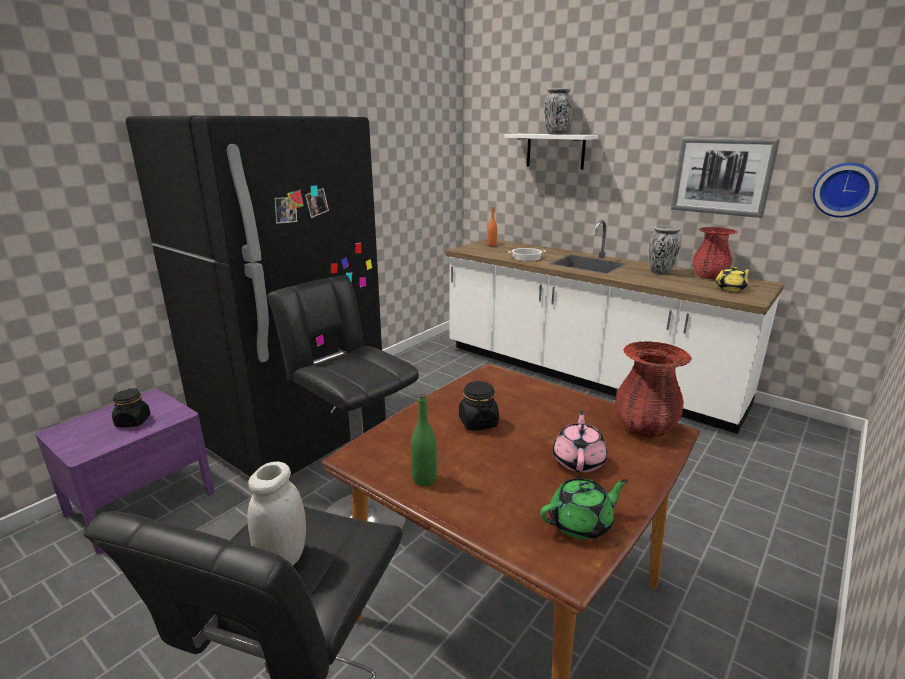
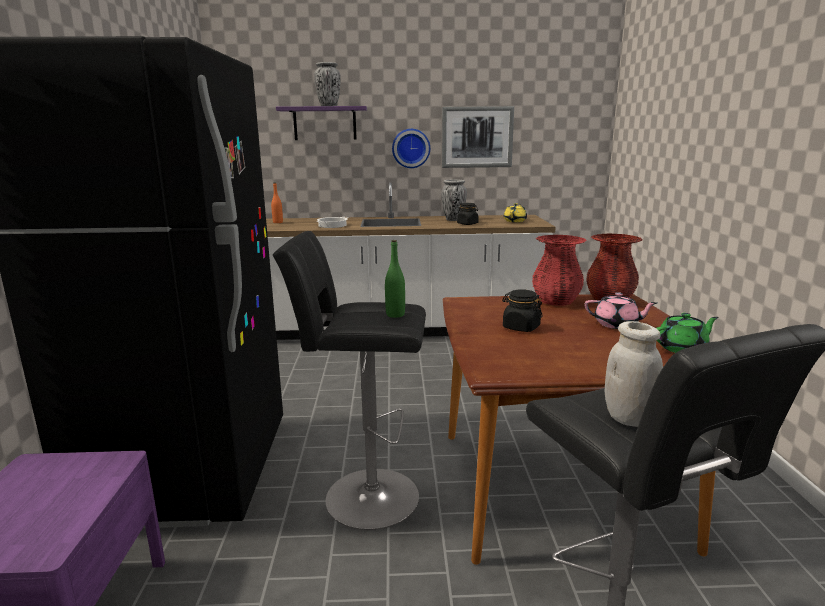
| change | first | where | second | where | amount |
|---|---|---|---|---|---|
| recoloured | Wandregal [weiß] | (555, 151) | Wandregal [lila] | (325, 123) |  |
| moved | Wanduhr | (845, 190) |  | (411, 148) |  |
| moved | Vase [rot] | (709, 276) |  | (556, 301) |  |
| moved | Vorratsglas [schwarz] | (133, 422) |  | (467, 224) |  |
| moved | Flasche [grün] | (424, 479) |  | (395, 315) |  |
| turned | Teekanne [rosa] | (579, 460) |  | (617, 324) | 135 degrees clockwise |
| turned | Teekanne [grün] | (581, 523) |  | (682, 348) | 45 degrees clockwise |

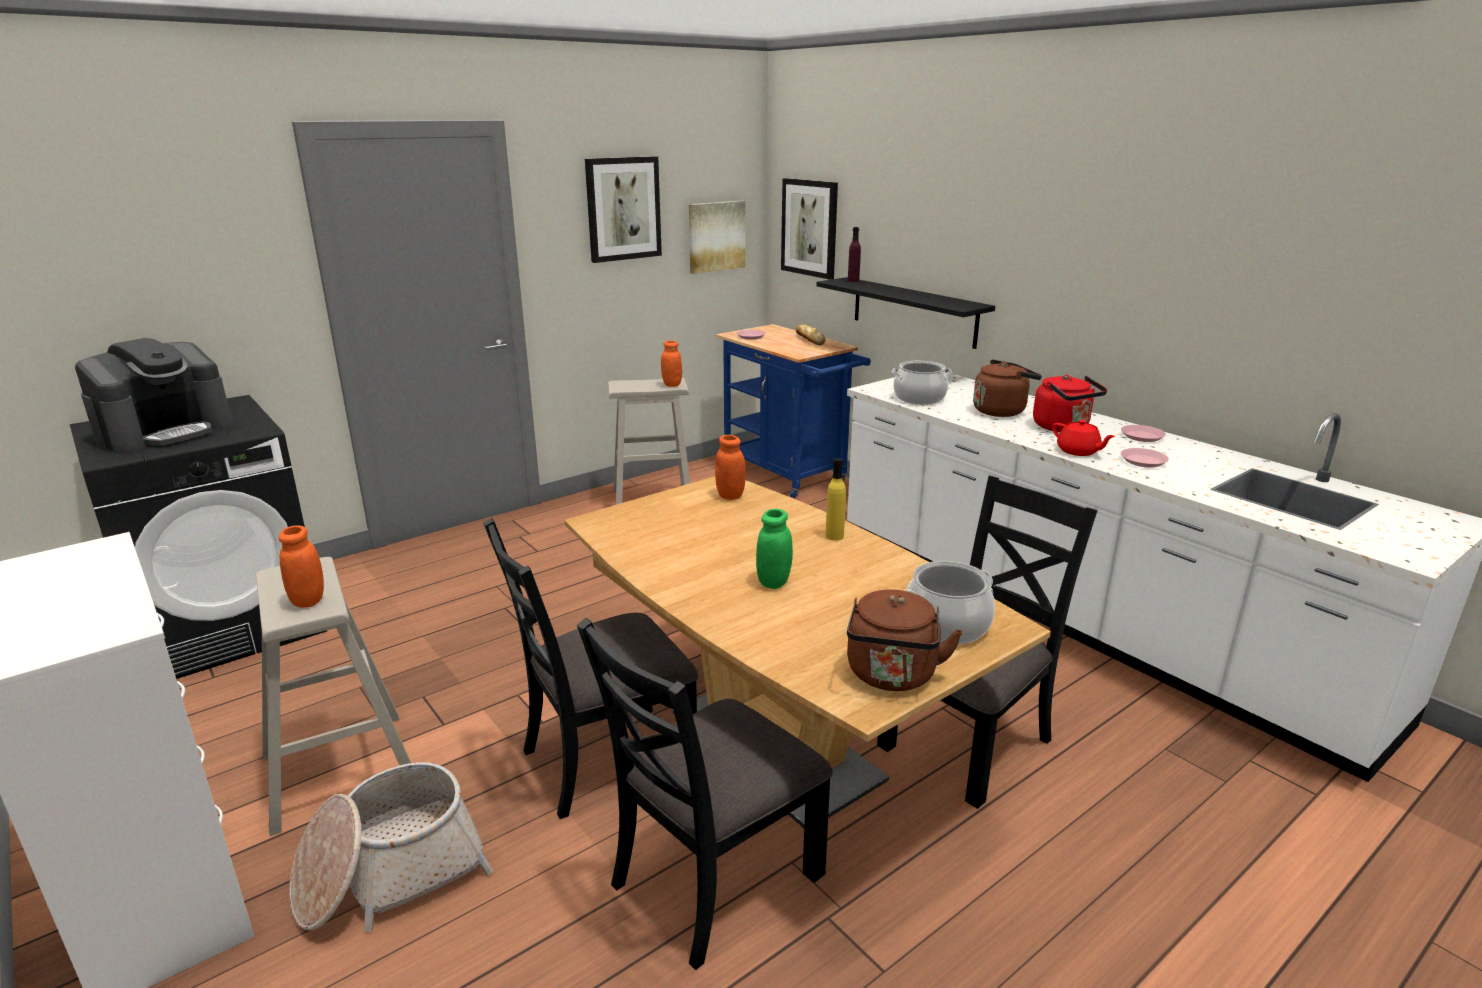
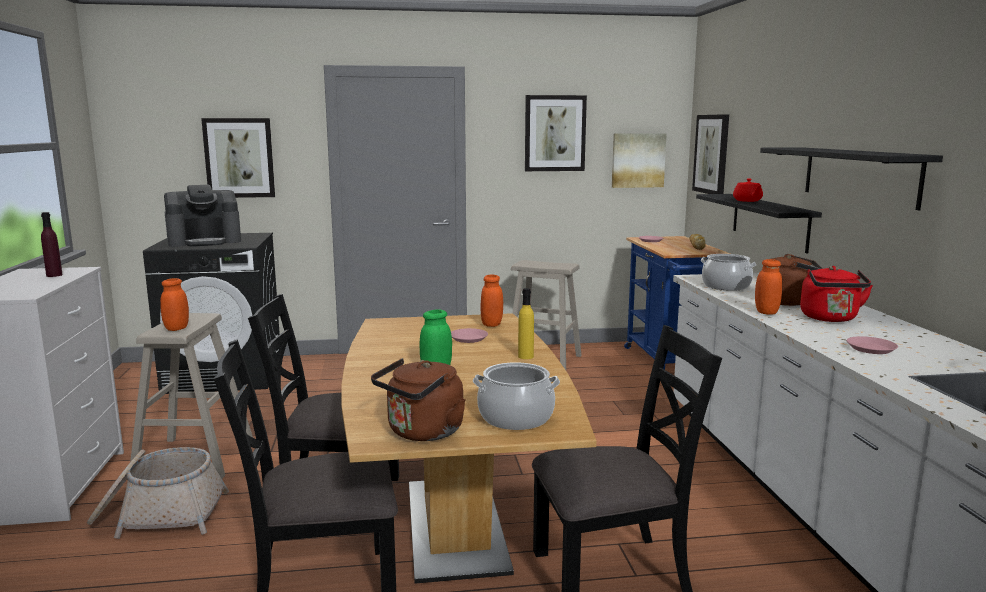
| change | first | where | second | where | amount |
|---|---|---|---|---|---|
| moved | Flasche [lila] | (853, 281) |  | (54, 275) |  |
| moved | Vorratsglas [orange] | (672, 385) |  | (766, 312) |  |
| moved | Teekanne [rot] | (1078, 451) |  | (747, 201) |  |
| moved | Teller [rosa] | (1142, 436) |  | (468, 338) |  |
| added |  |  | Bild | (239, 158) |  |
| added |  |  | Wandregal [schwarz] | (859, 175) |  |

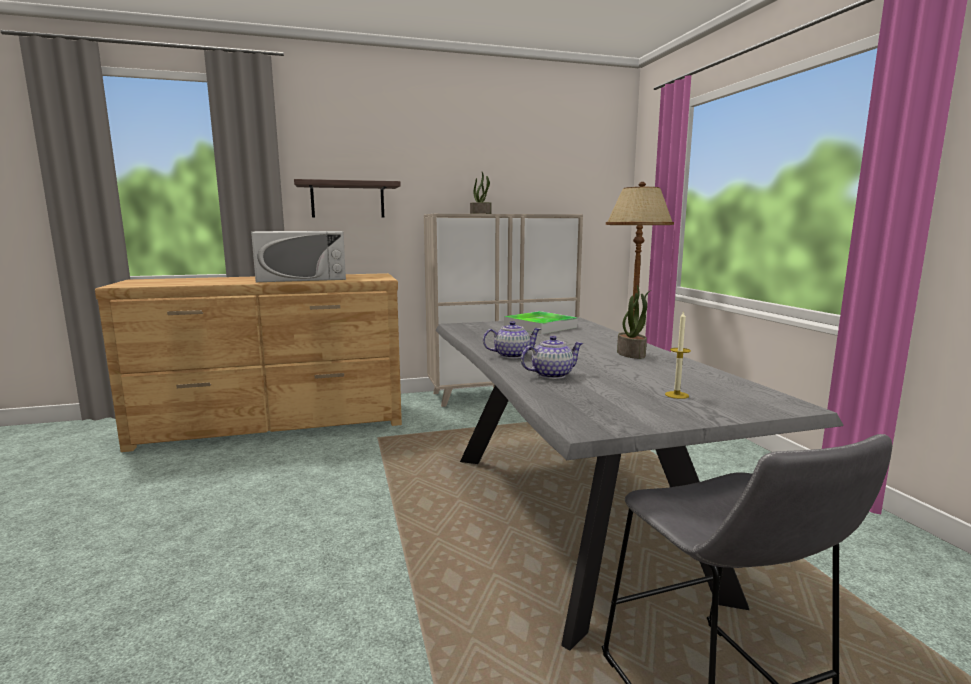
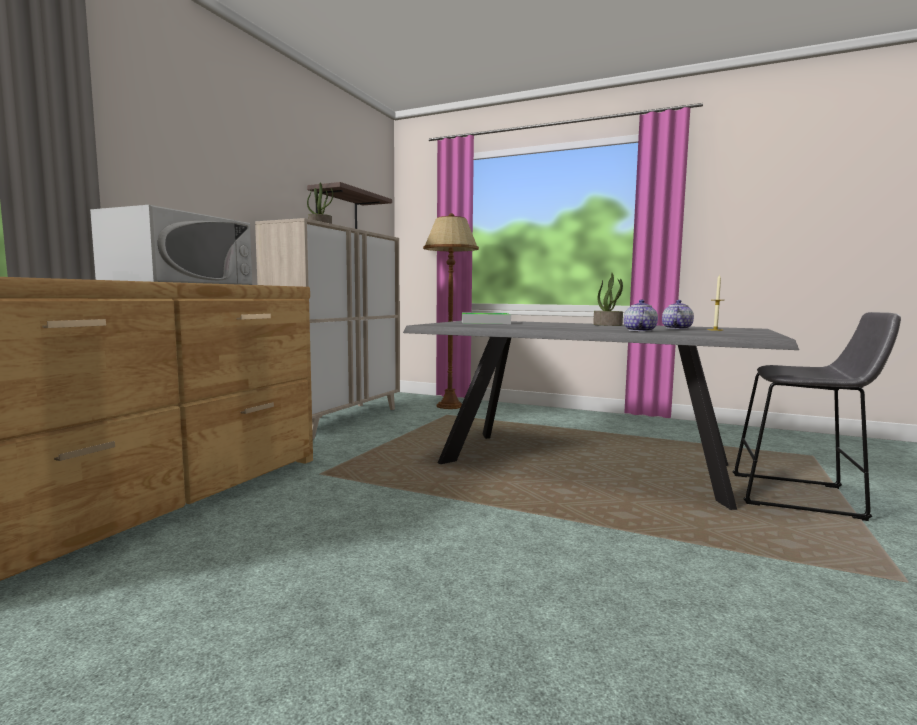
| change | first | where | second | where | amount |
|---|---|---|---|---|---|
| moved | Wandregal | (347, 200) |  | (337, 209) |  |
| moved | Teekanne | (511, 355) |  | (676, 328) |  |

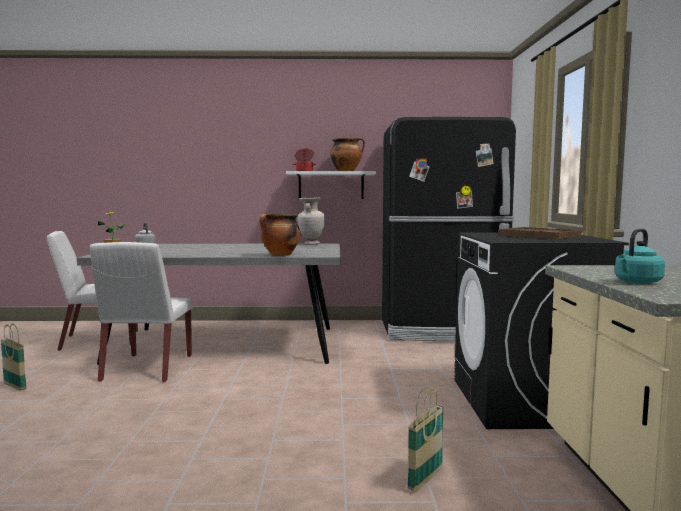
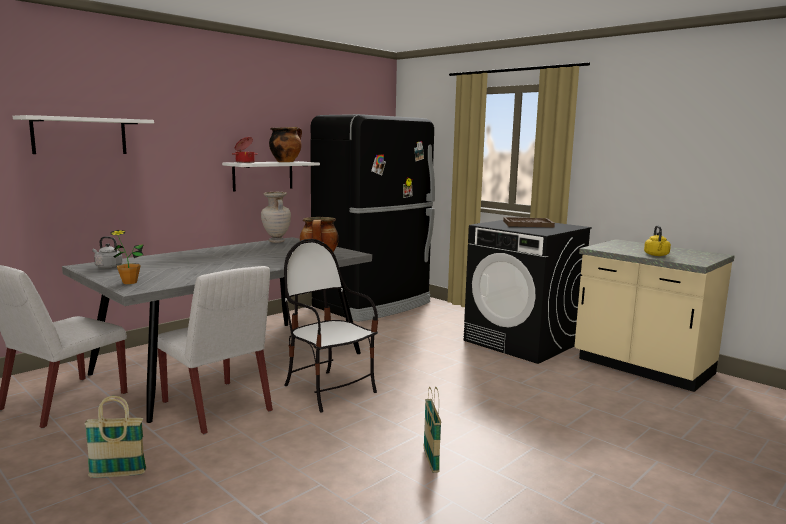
| change | first | where | second | where | amount |
|---|---|---|---|---|---|
| recoloured | Wasserkessel [türkis] | (636, 282) | Wasserkessel [gelb] | (656, 255) |  |
| moved | Korb | (425, 479) |  | (431, 461) |  |
| added |  |  | Wandregal [weiß] | (80, 136) |  |
| added |  |  | Stuhl | (329, 390) |  |

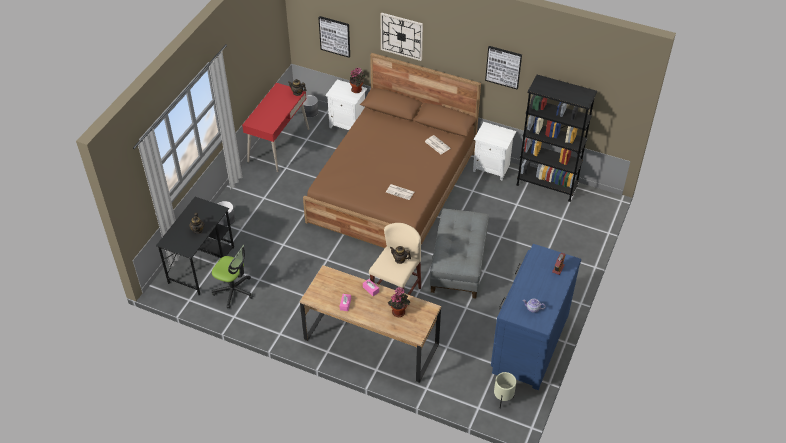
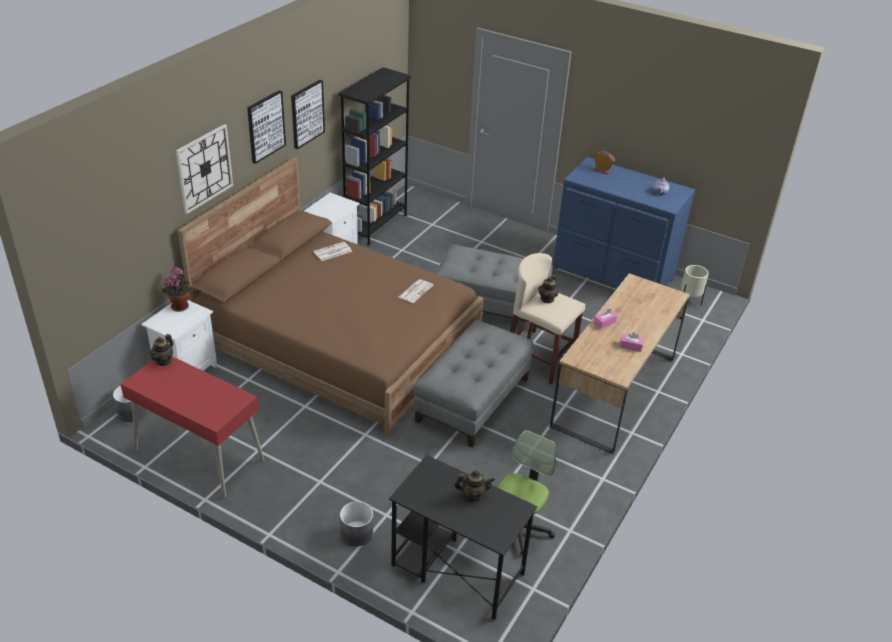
| change | first | where | second | where | amount |
|---|---|---|---|---|---|
| moved | Bild | (335, 36) |  | (265, 126) |  |
| removed | Topfpflanze | (398, 311) |  |  |  |
| added |  |  | Polsterhocker [grau] | (472, 399) |  |

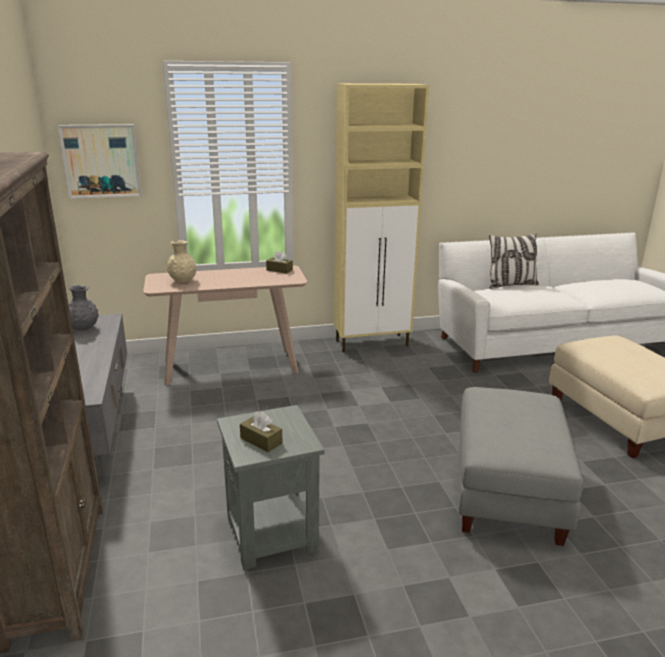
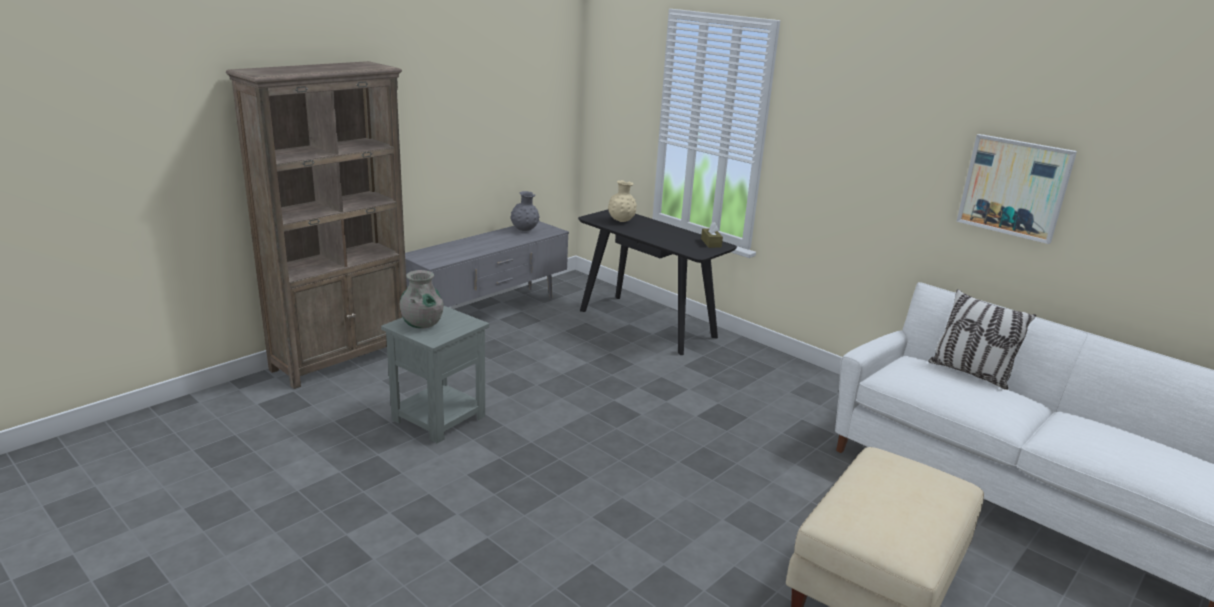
| change | first | where | second | where | amount |
|---|---|---|---|---|---|
| removed | Schrank [beige] | (373, 343) |  |  |  |
| moved | Bild | (101, 161) |  | (1014, 187) |  |
| recoloured | Konsolentisch [beige] | (231, 366) | Konsolentisch [schwarz] | (647, 323) |  |
| removed | Polsterhocker [grau] | (506, 491) |  |  |  |
| replaced | Taschentuchbox [braun] | (261, 441) | Vase [grau] | (422, 324) |  |

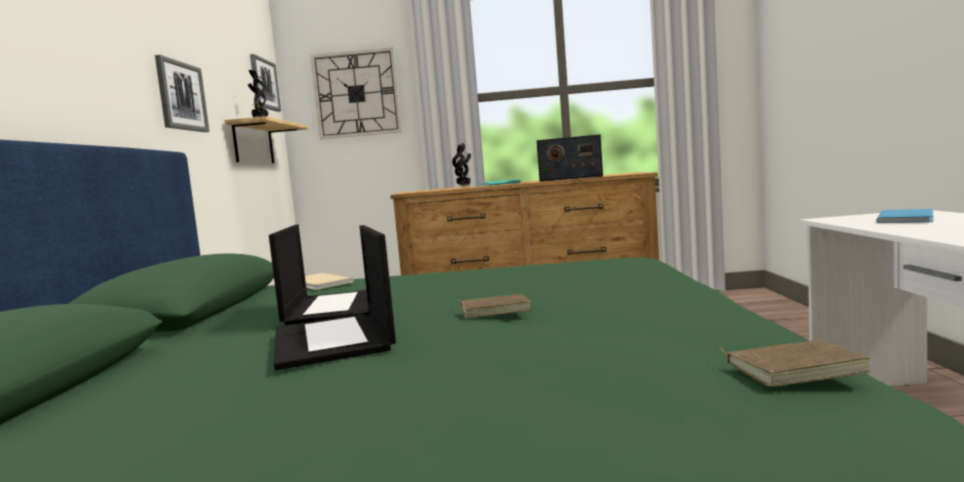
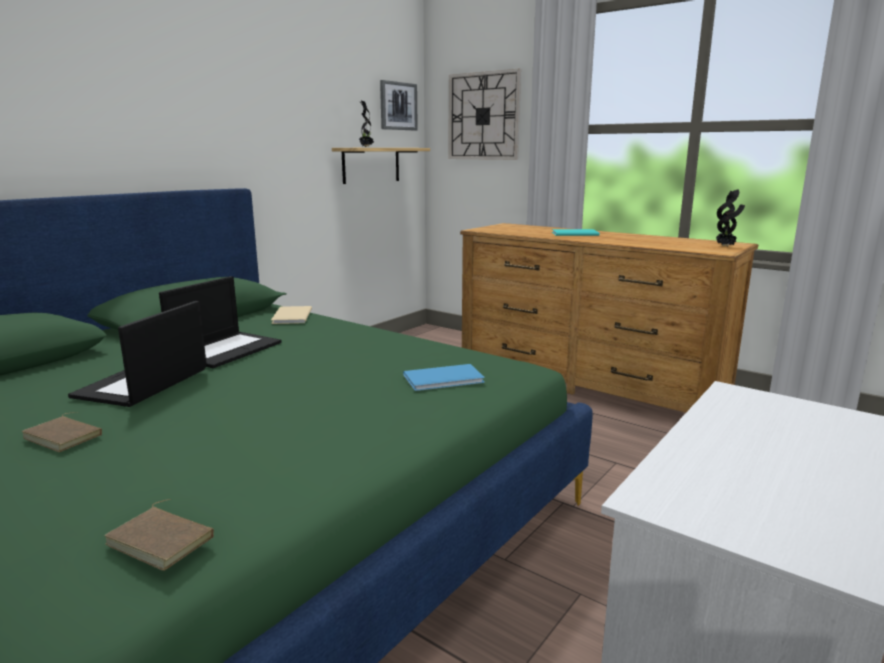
| change | first | where | second | where | amount |
|---|---|---|---|---|---|
| removed | Bild | (181, 96) |  |  |  |
| removed | Radio | (570, 178) |  |  |  |
| moved | Topfpflanze | (464, 186) |  | (725, 246) |  |
| moved | Buch [blau] | (908, 218) |  | (446, 379) |  |
| moved | Buch [braun] | (495, 309) |  | (65, 436) |  |

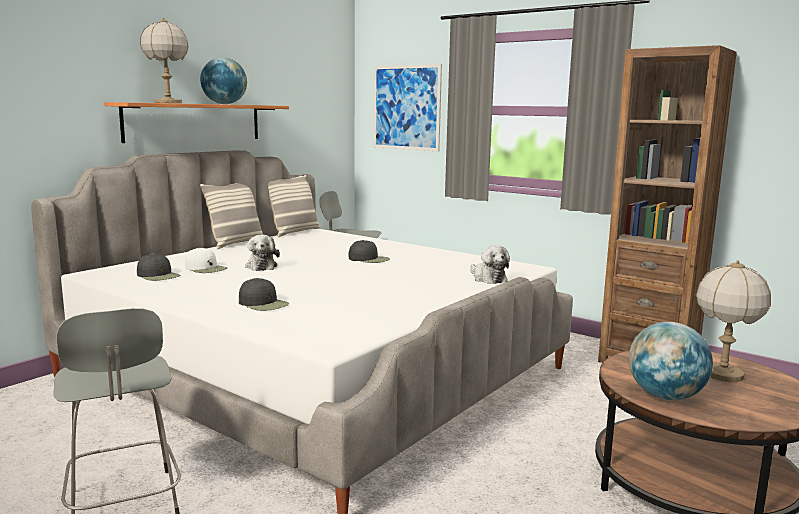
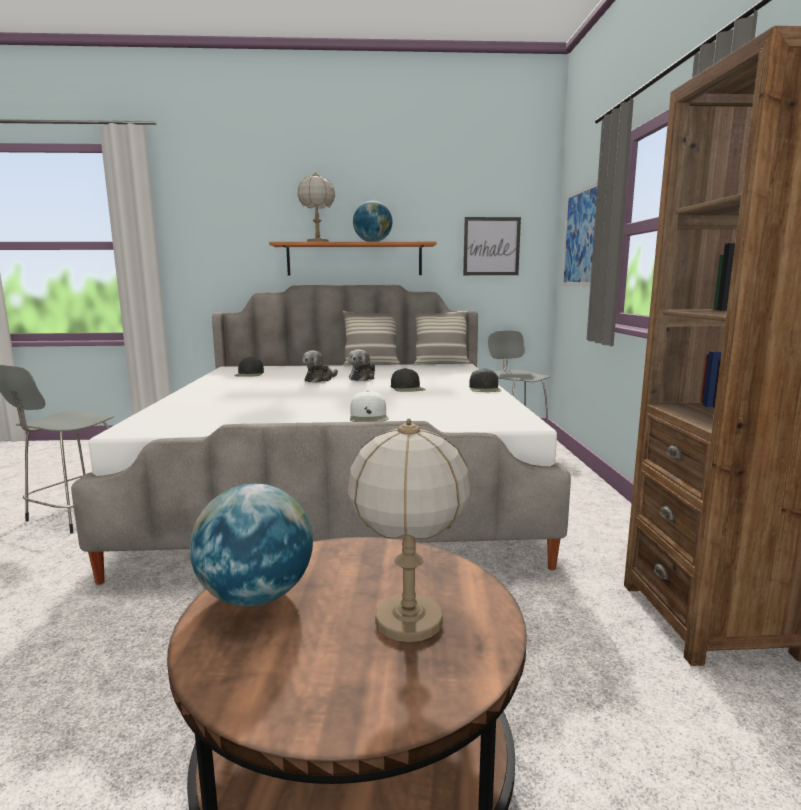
| change | first | where | second | where | amount |
|---|---|---|---|---|---|
| moved | Plüschtier | (488, 278) |  | (363, 378) |  |
| moved | Kappe [weiß] | (206, 268) |  | (369, 417) |  |
| moved | Kappe [schwarz] | (263, 304) |  | (485, 389) |  |
| added |  |  | Bild | (491, 246) |  |

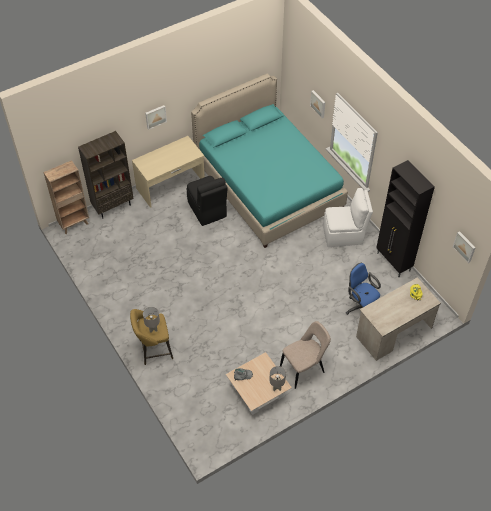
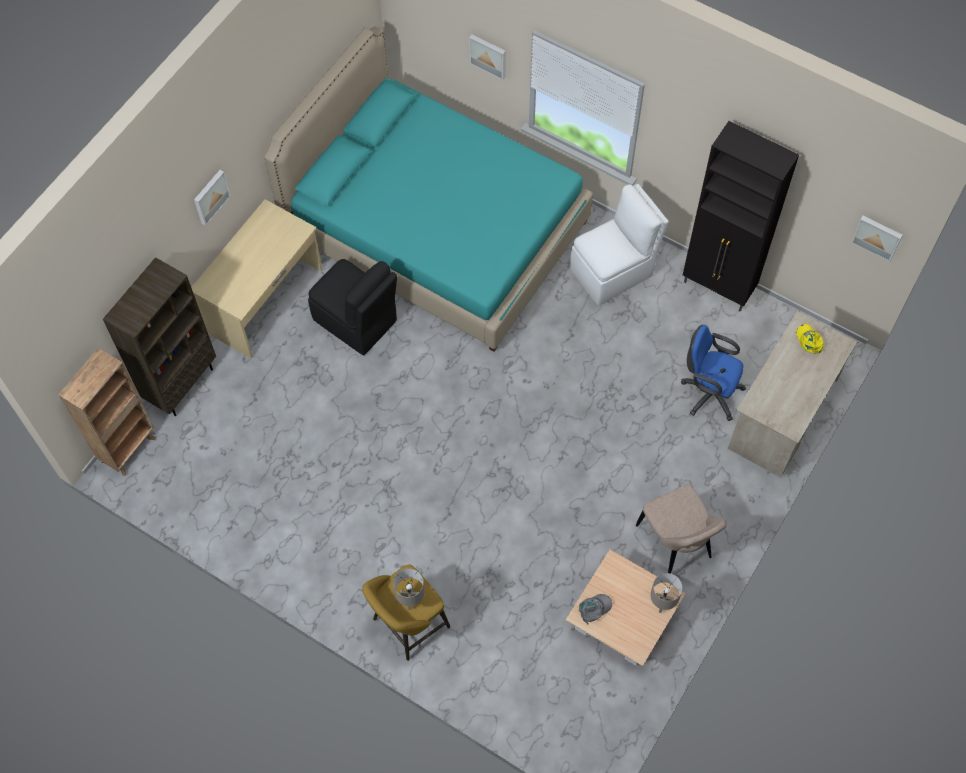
| change | first | where | second | where | amount |
|---|---|---|---|---|---|
| turned | Stuhl [beige] | (304, 369) |  | (675, 545) | 120 degrees clockwise |

